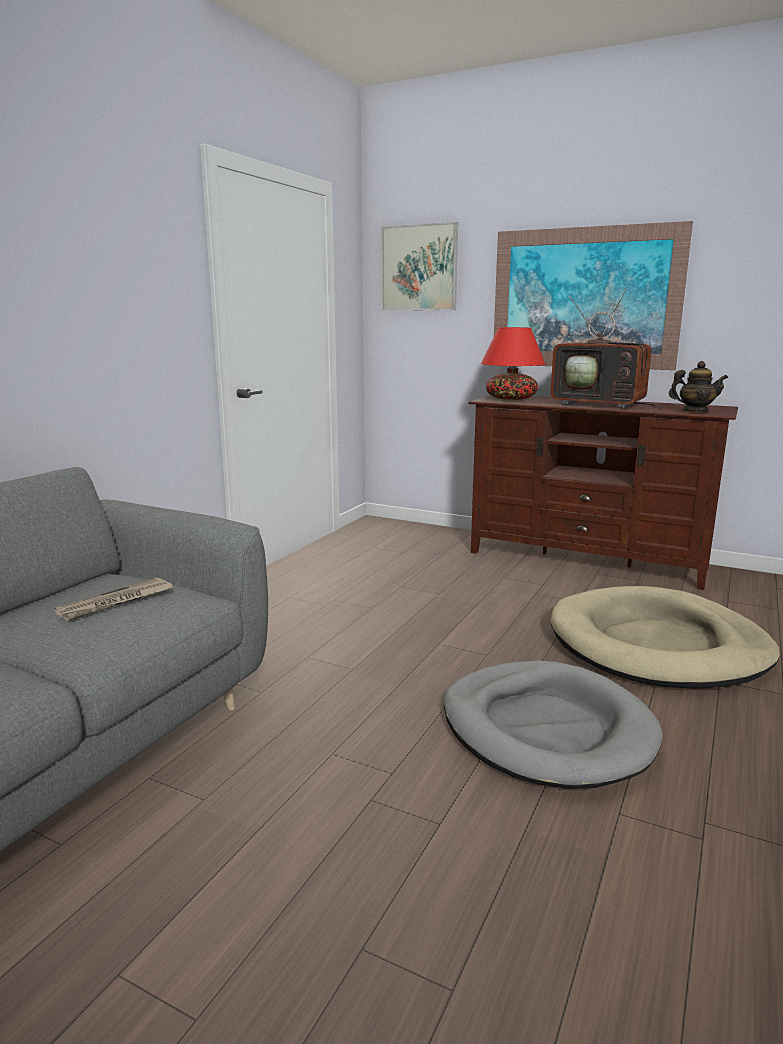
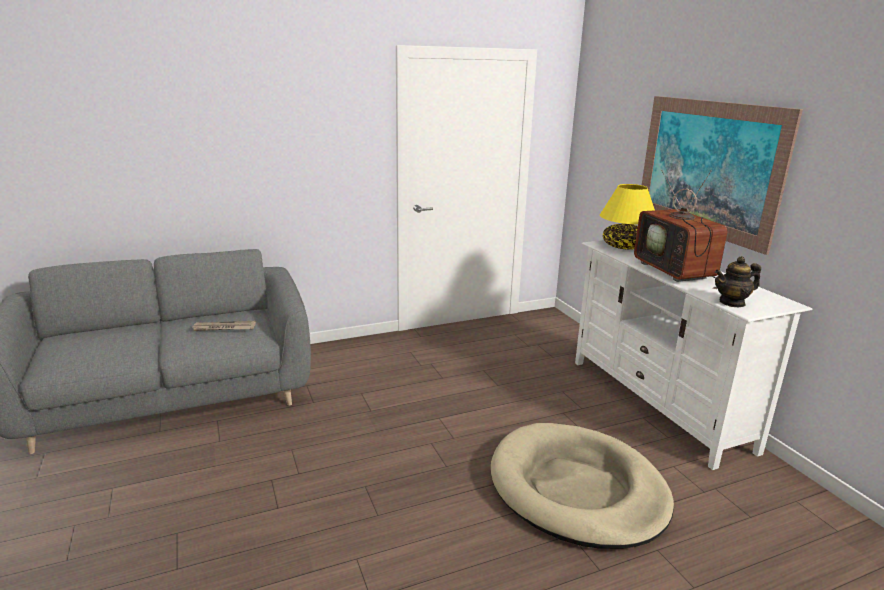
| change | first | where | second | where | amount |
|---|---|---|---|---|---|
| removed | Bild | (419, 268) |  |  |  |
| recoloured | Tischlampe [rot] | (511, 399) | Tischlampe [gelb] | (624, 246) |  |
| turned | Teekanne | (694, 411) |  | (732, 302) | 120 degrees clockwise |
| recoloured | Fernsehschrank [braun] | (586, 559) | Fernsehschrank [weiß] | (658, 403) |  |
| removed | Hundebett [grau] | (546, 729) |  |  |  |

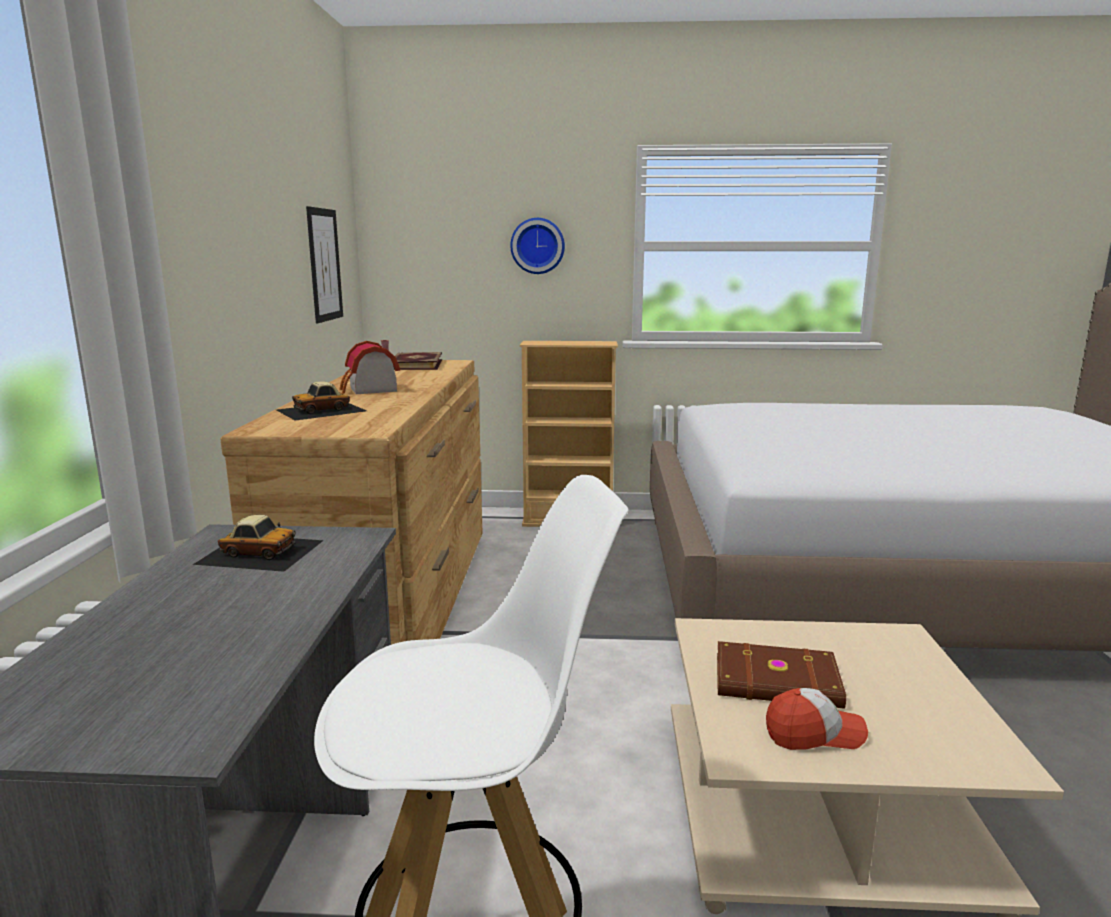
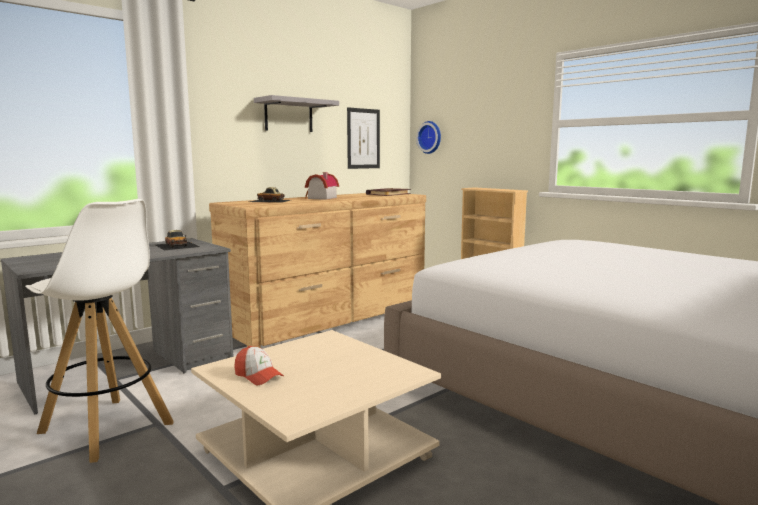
| change | first | where | second | where | amount |
|---|---|---|---|---|---|
| moved | Wanduhr | (537, 246) |  | (430, 137) |  |
| removed | Buch [braun] | (777, 682) |  |  |  |
| added |  |  | Wandregal [grau] | (288, 116) |  |

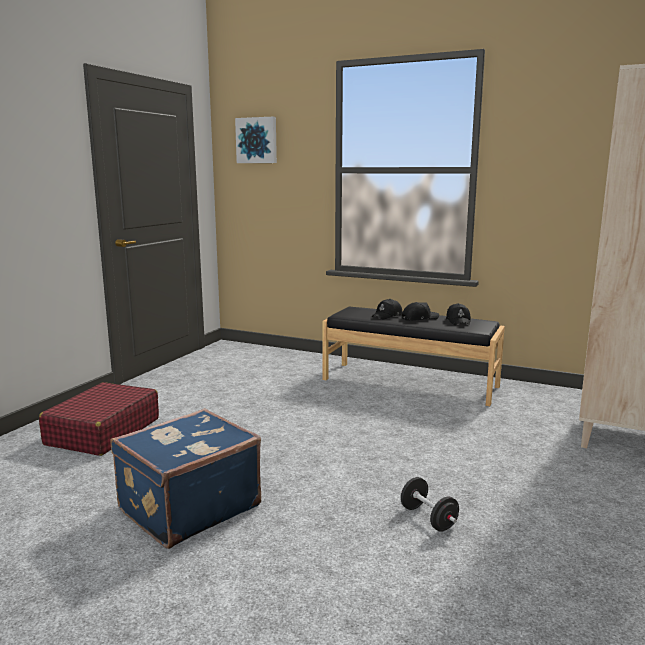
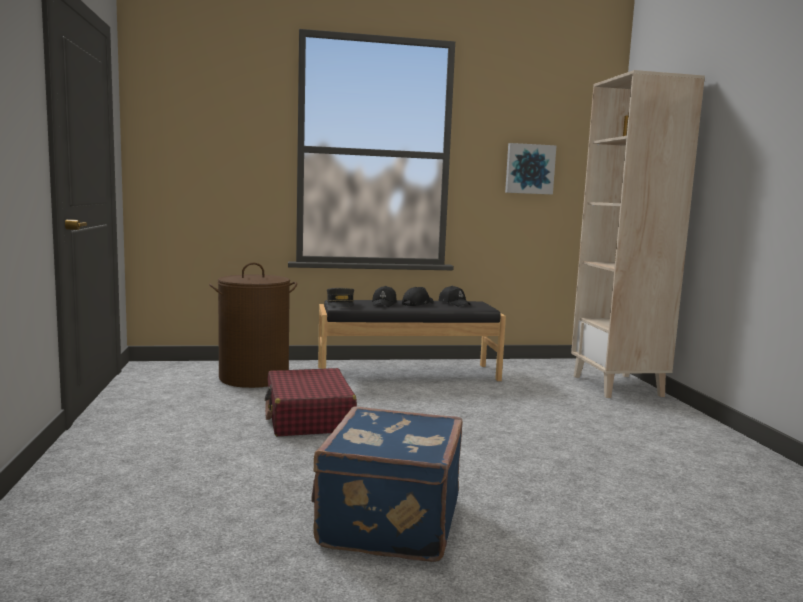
| change | first | where | second | where | amount |
|---|---|---|---|---|---|
| moved | Bild | (257, 140) |  | (529, 169) |  |
| moved | Koffer [rot] | (103, 432) |  | (309, 417) |  |
| removed | Hantel [schwarz] | (428, 518) |  |  |  |
| added |  |  | Wäschekorb [braun] | (254, 377) |  |
| added |  |  | Kappe [grau] | (340, 304) |  |

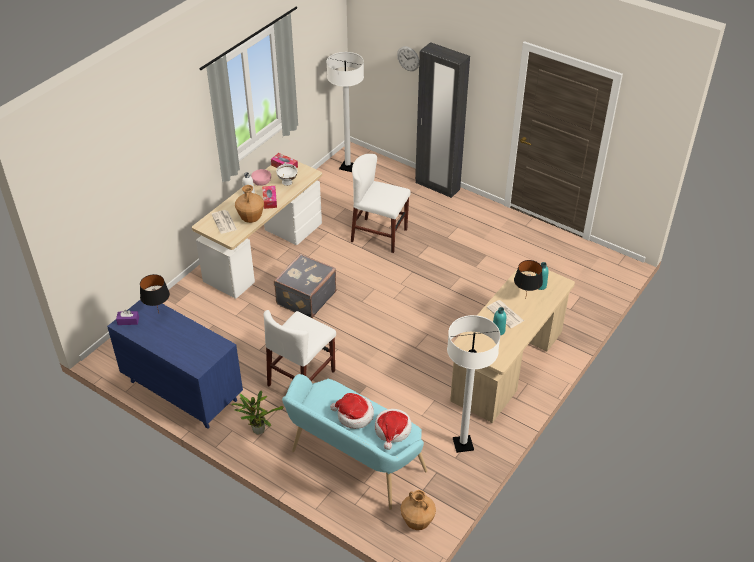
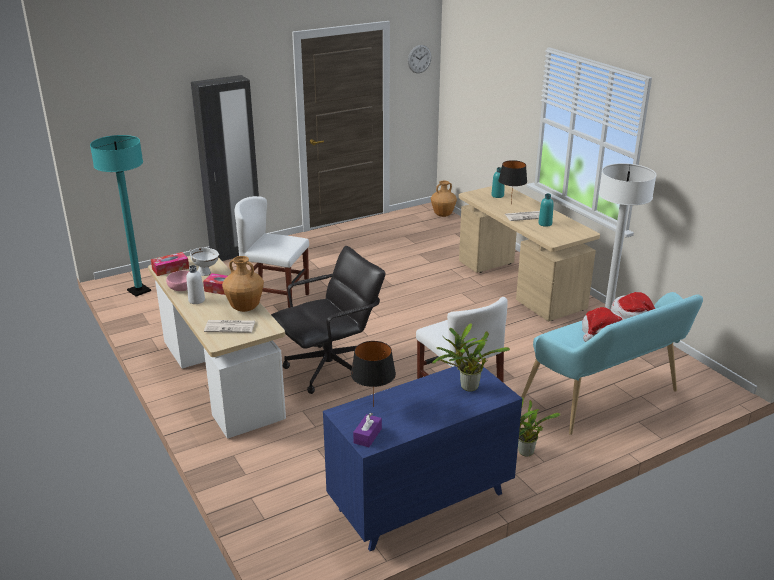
| change | first | where | second | where | amount |
|---|---|---|---|---|---|
| moved | Wanduhr | (408, 58) |  | (419, 59) |  |
| recoloured | Stehlampe [weiß] | (347, 167) | Stehlampe [türkis] | (139, 291) |  |
| turned | Stuhl [weiß] | (379, 235) |  | (275, 301) | 60 degrees clockwise |
| replaced | Koffer [grau] | (305, 298) | Bürostuhl [schwarz] | (330, 369) |  |
| moved | Vase [braun] | (417, 522) |  | (442, 215) |  |
| added |  |  | Topfpflanze | (466, 387) |  |

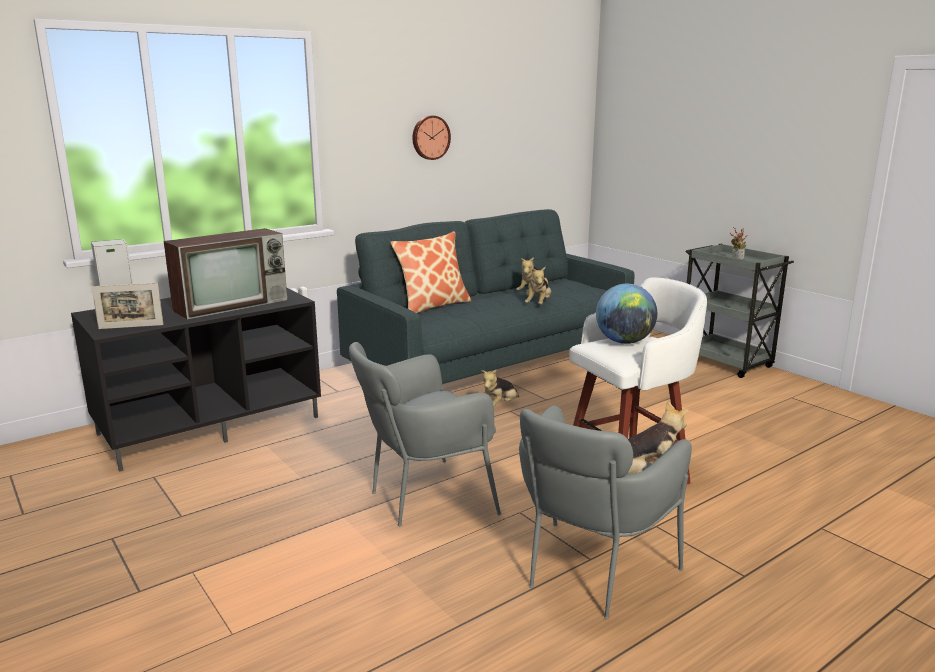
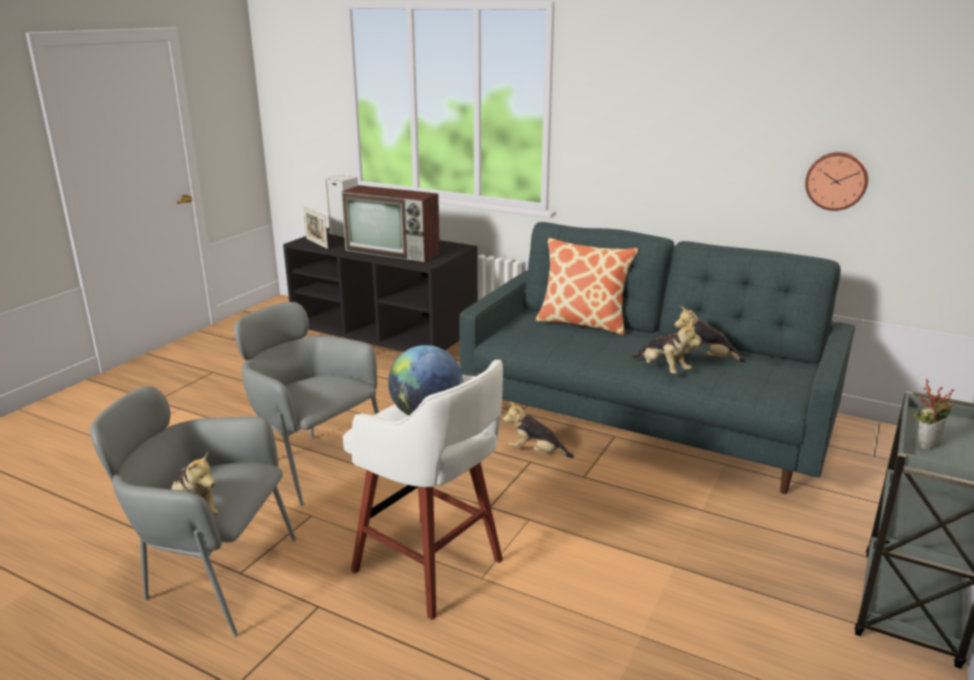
| change | first | where | second | where | amount |
|---|---|---|---|---|---|
| moved | Wanduhr | (430, 137) |  | (836, 180) |  |
| turned | Plüschtier | (538, 304) |  | (663, 369) | 120 degrees counterclockwise |

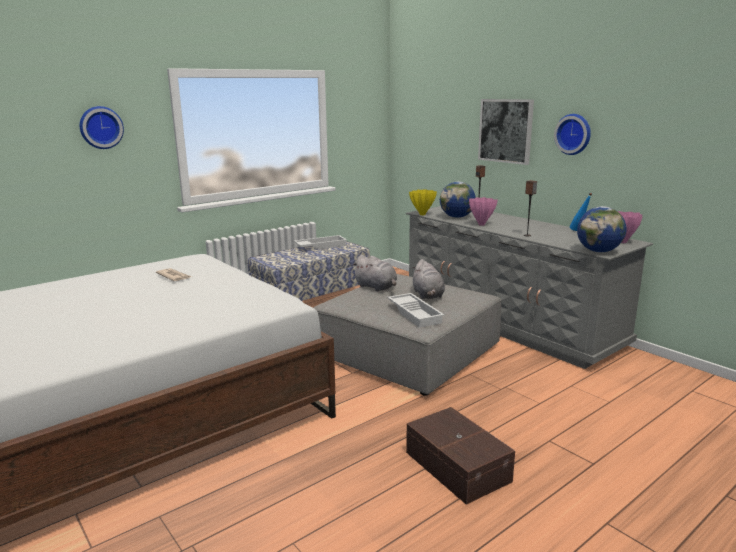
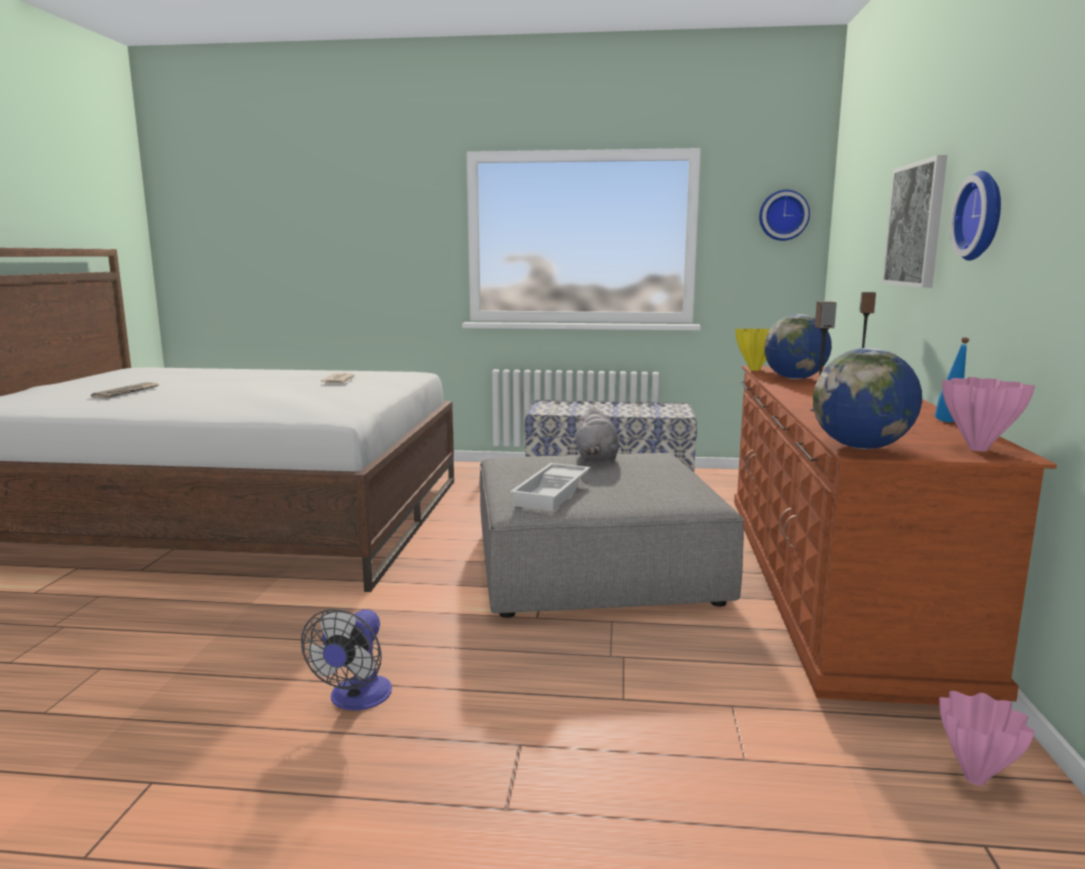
| change | first | where | second | where | amount |
|---|---|---|---|---|---|
| moved | Wanduhr | (100, 127) |  | (783, 215) |  |
| moved | Vase [rosa] | (481, 224) |  | (976, 778) |  |
| recoloured | Kommode [grau] | (507, 322) | Kommode [braun] | (831, 588) |  |
| removed | Tablett [weiß] | (320, 246) |  |  |  |
| removed | Plüschtier [grau] | (428, 295) |  |  |  |
| replaced | Aufbewahrungsbox [braun] | (458, 465) | Ventilator | (356, 699) |  |
| added |  |  | Zeitung | (127, 392) |  |

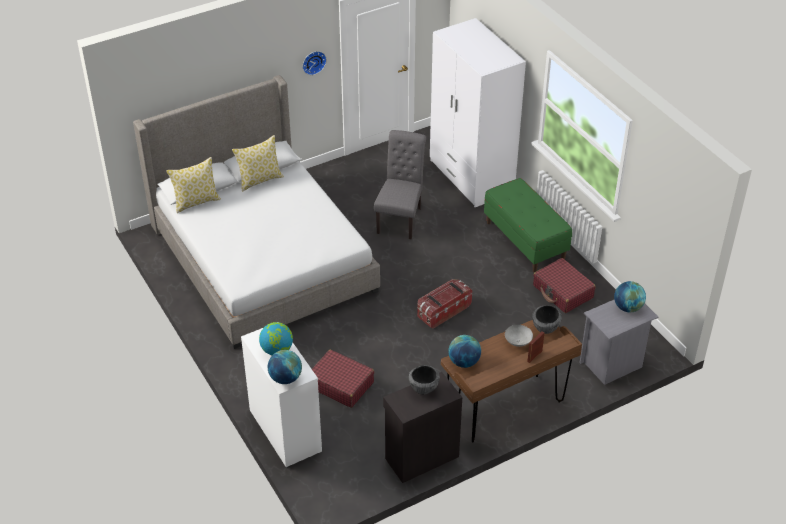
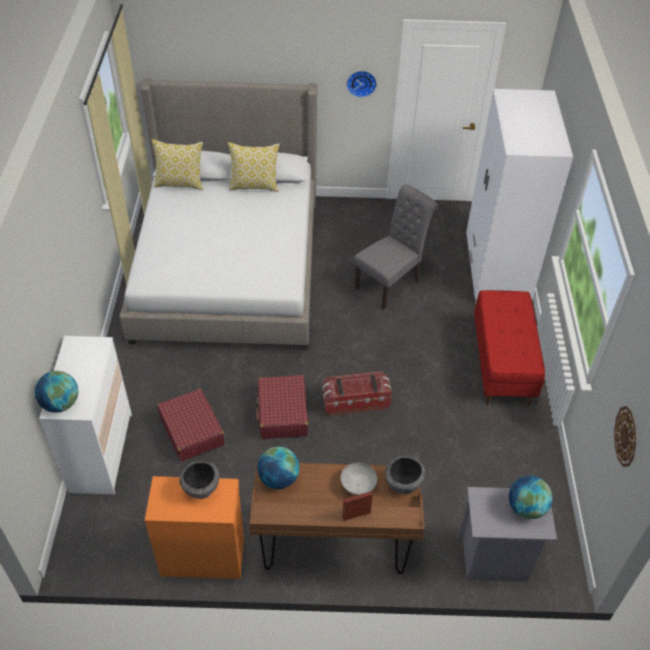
| change | first | where | second | where | amount |
|---|---|---|---|---|---|
| recoloured | Bank [grün] | (525, 241) | Bank [rot] | (502, 364) |  |
| moved | Koffer [rot] | (563, 292) |  | (282, 413) |  |
| removed | Globus | (277, 350) |  |  |  |
| recoloured | Schrank [schwarz] | (420, 457) | Schrank [orange] | (202, 556) |  |
| added |  |  | Wanduhr | (626, 436) |  |

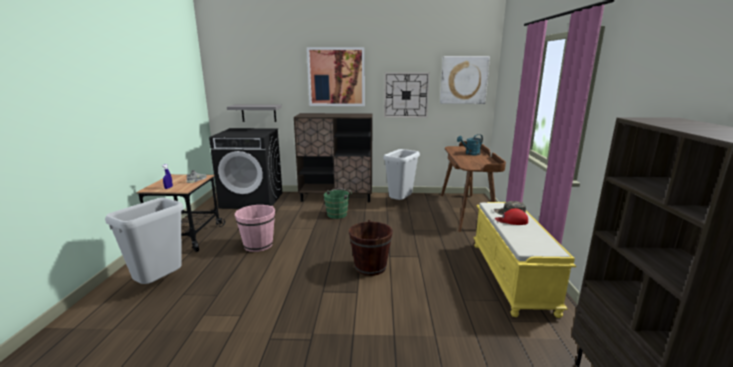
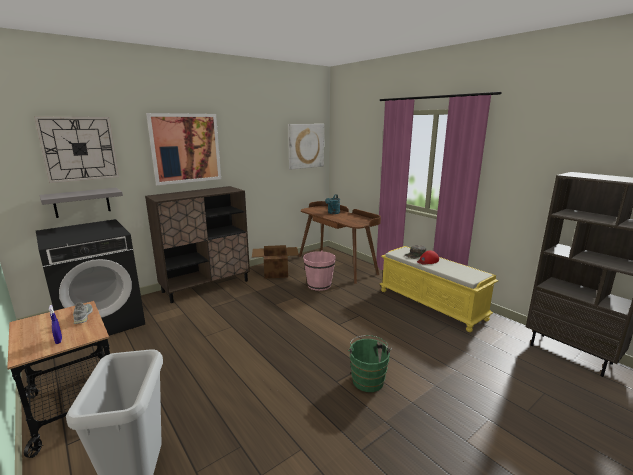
| change | first | where | second | where | amount |
|---|---|---|---|---|---|
| moved | Wanduhr | (406, 95) |  | (79, 149) |  |
| replaced | Mülleimer [grau] | (400, 202) | Karton | (275, 273) |  |
| moved | Eimer [grün] | (338, 214) |  | (367, 379) |  |
| moved | Eimer [rosa] | (258, 245) |  | (319, 285) |  |
| removed | Eimer [braun] | (370, 267) |  |  |  |

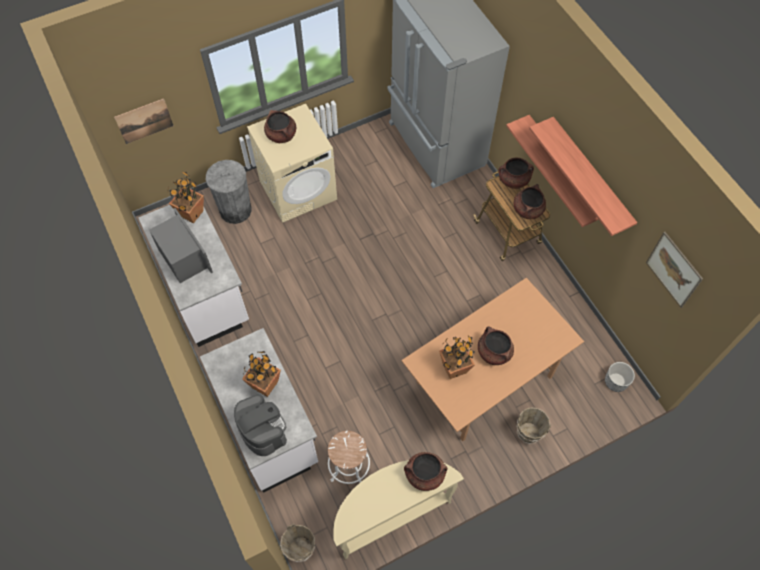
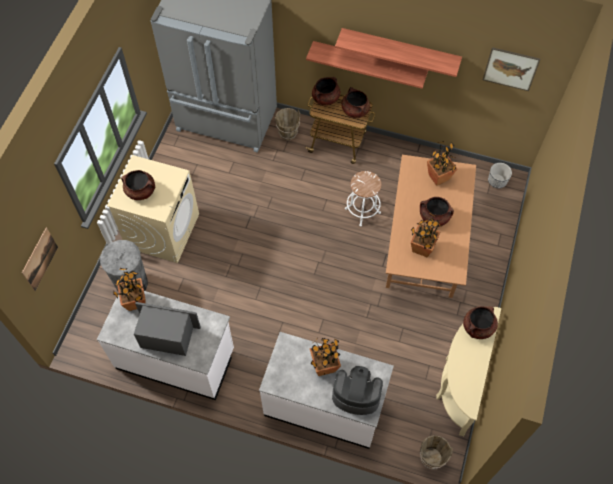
| change | first | where | second | where | amount |
|---|---|---|---|---|---|
| moved | Eimer [braun] | (528, 433) |  | (288, 133) |  |
| moved | Hocker [weiß] | (349, 467) |  | (362, 211) |  |
| added |  |  | Topfpflanze | (438, 177) |  |

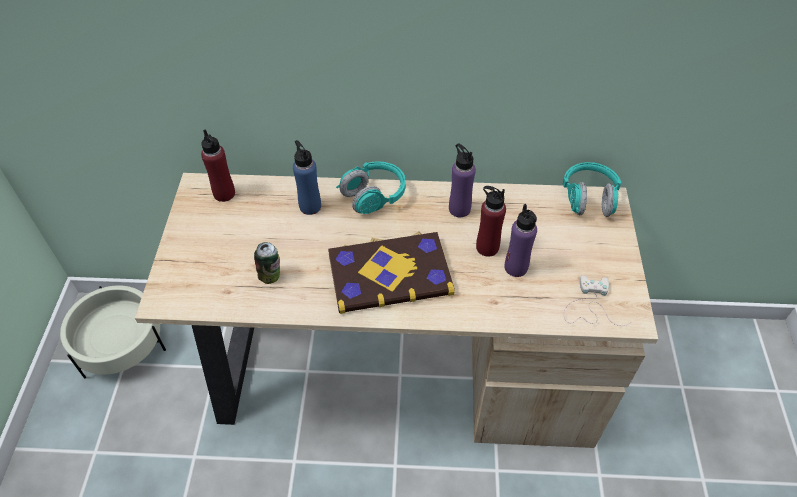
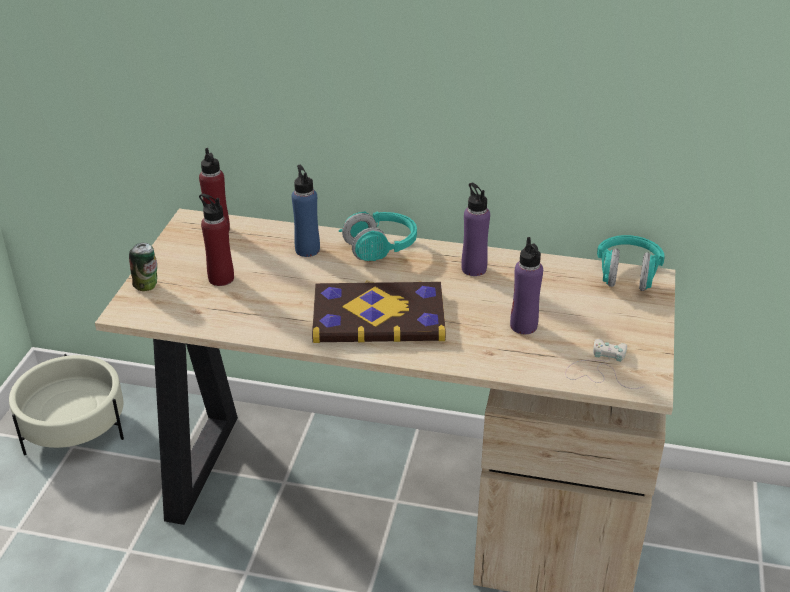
| change | first | where | second | where | amount |
|---|---|---|---|---|---|
| moved | Flasche [rot] | (487, 247) |  | (221, 278) |  |
| moved | Dose | (271, 275) |  | (147, 285) |  |

